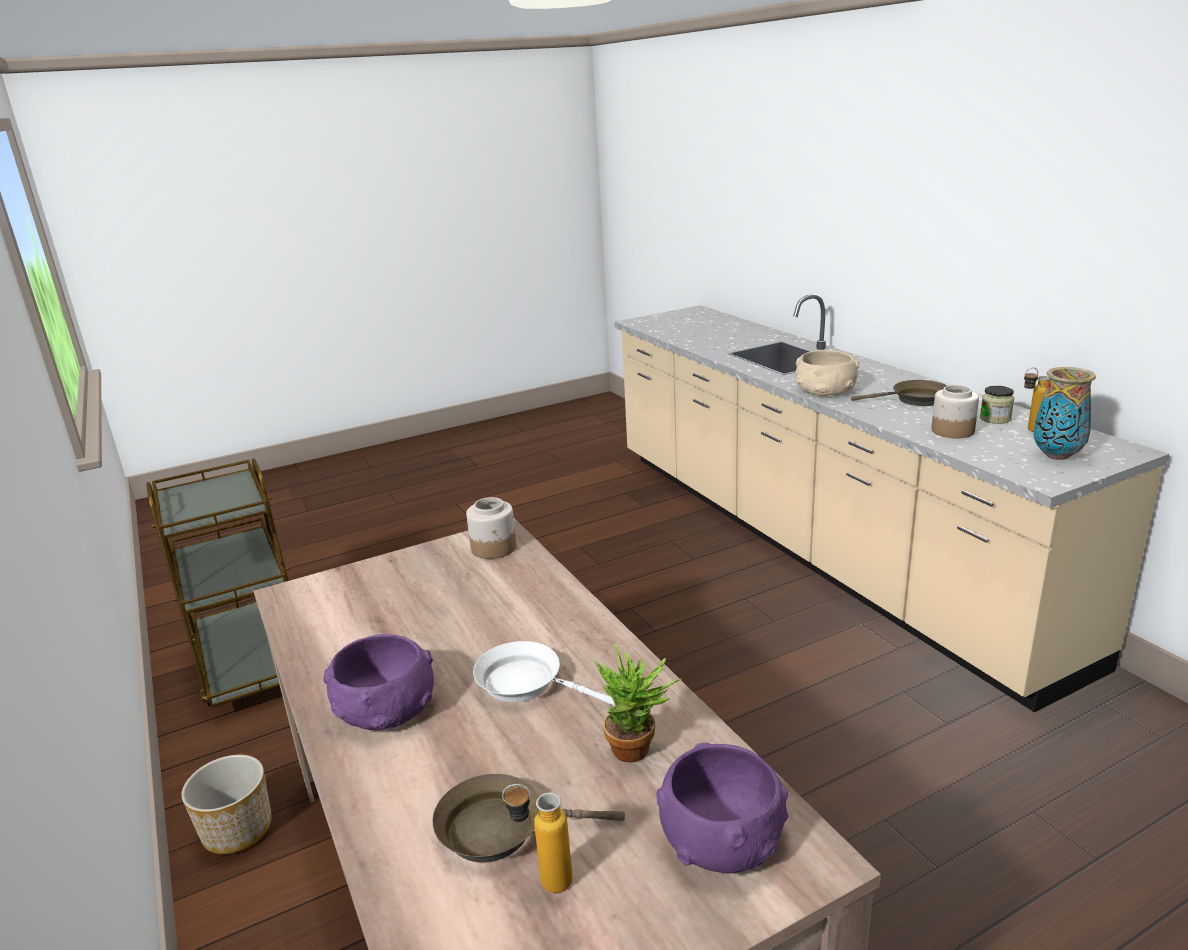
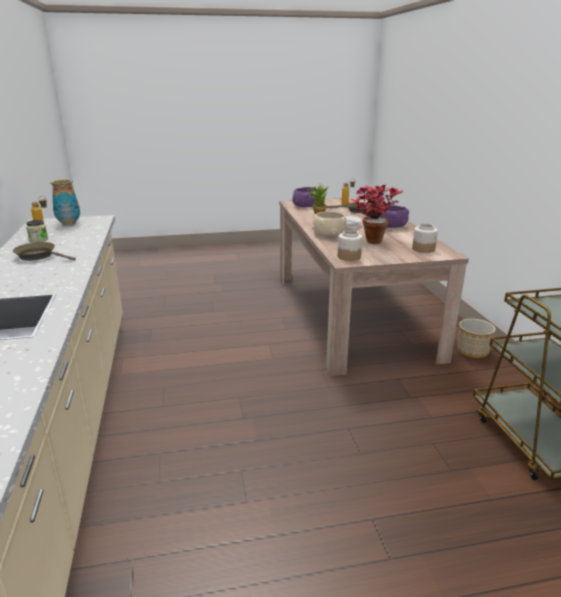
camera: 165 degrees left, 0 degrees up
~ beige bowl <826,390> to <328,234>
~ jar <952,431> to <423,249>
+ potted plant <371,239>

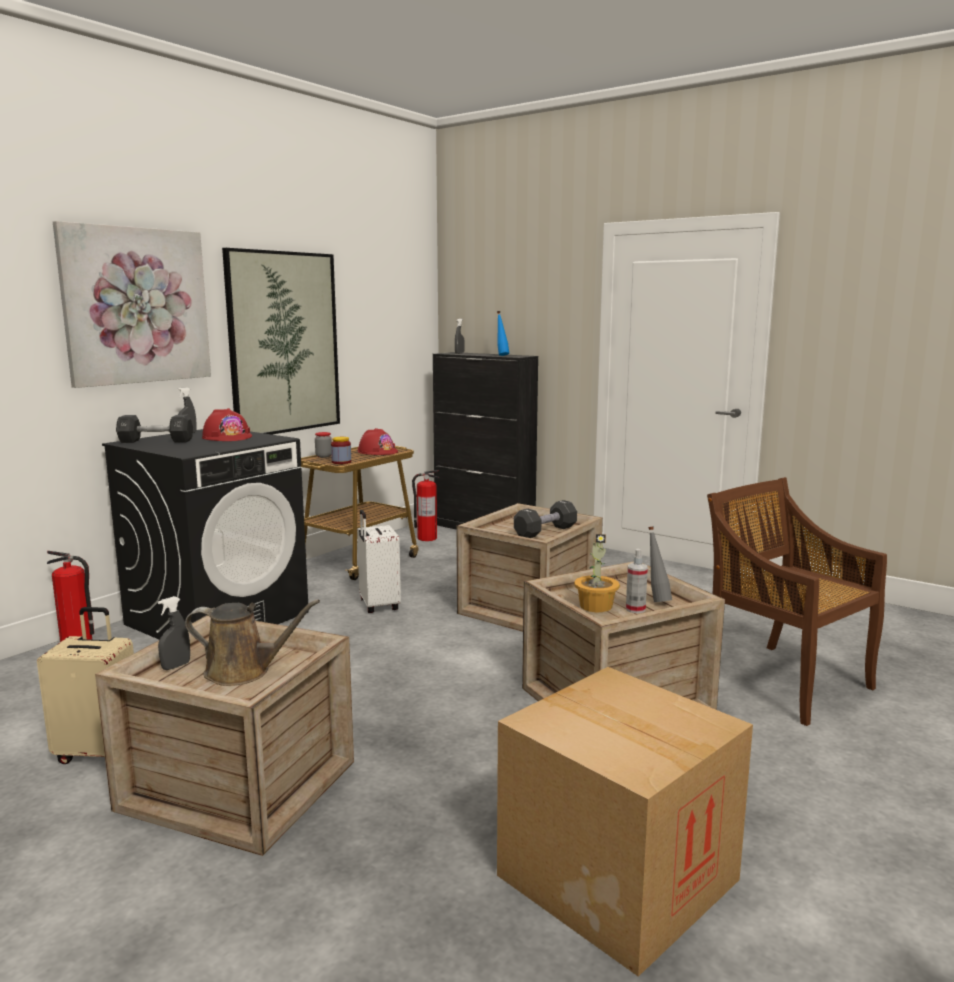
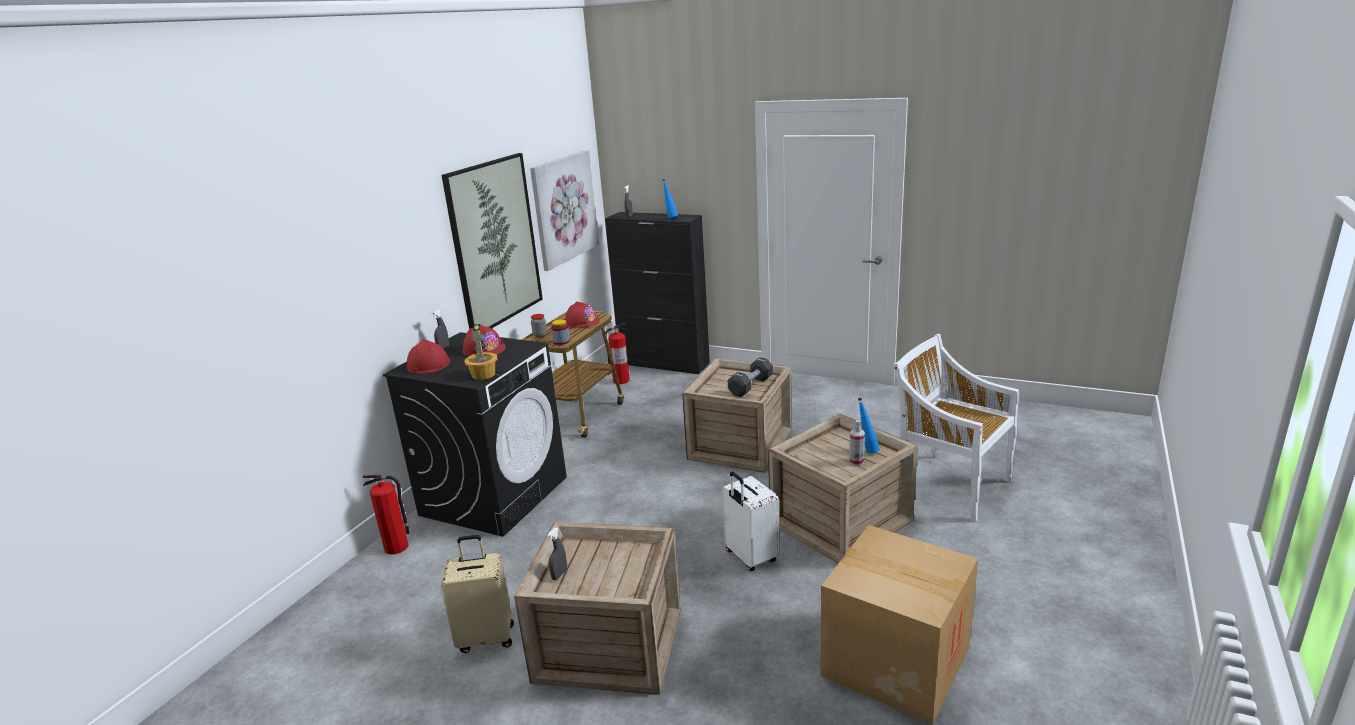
camera: 10 degrees left, 10 degrees up
~ picture <136,306> to <564,209>
~ black dumbbell <156,441> to red hard hat <428,365>
- brown watering can <244,672>
~ white suitcase <378,605> to <750,557>
~ potted plant <596,606> to <483,374>
~ grey bottle <656,600> to blue bottle <867,450>
~ brown chair <782,681> to white chair <949,485>

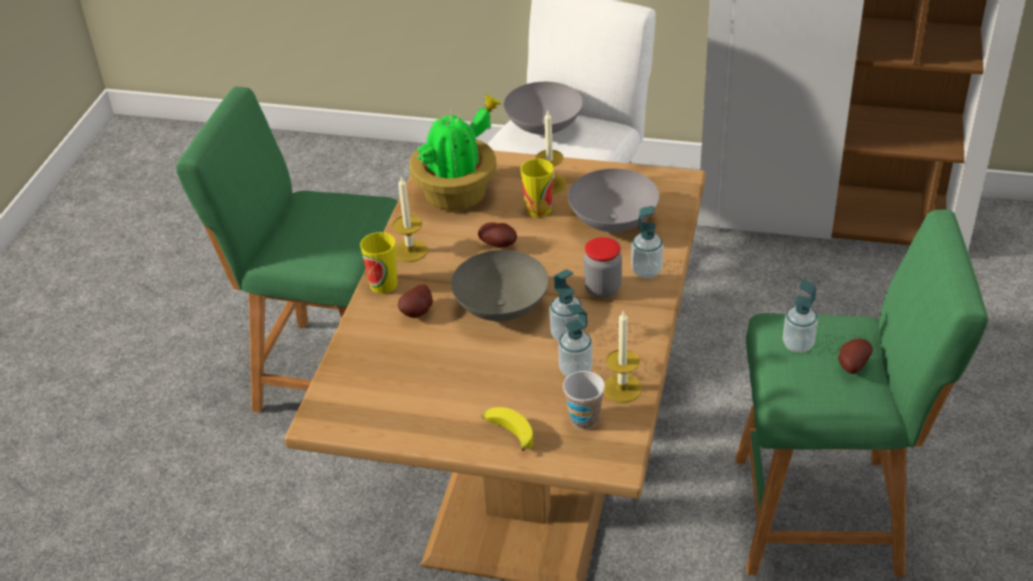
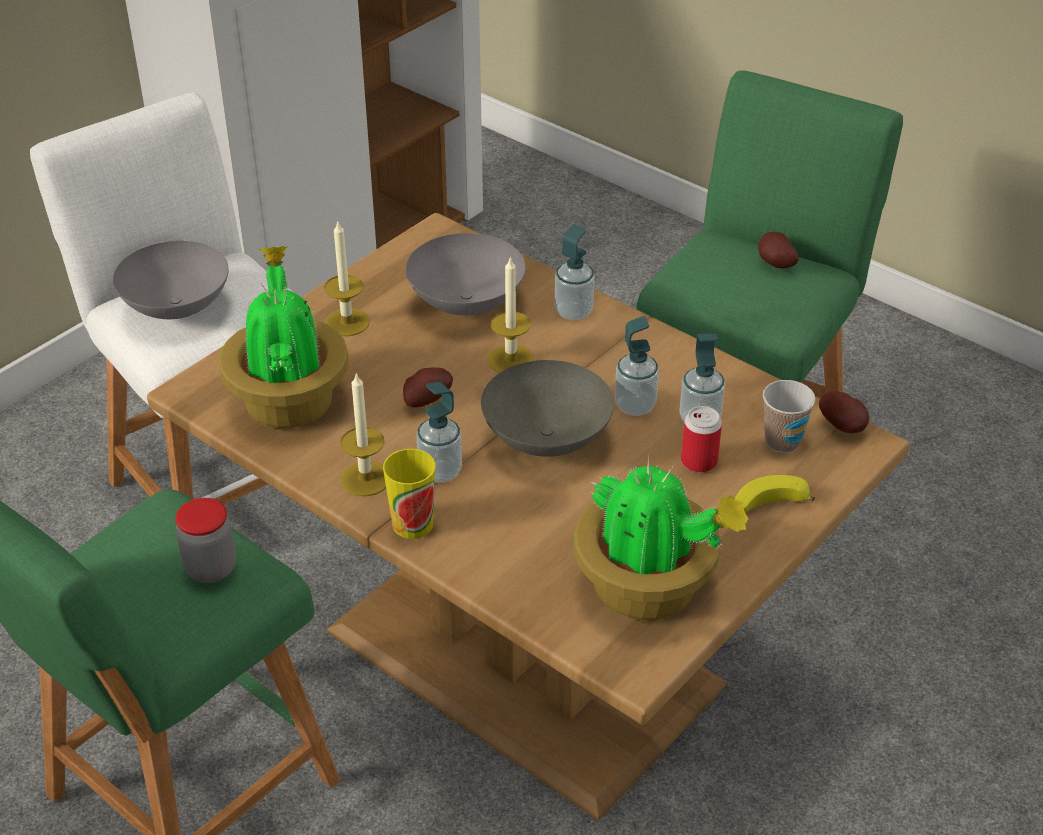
camera: 65 degrees left, 0 degrees up
~ potato <419,313> to <843,427>
- cup <538,209>
~ jar <602,289> to <211,568>
~ candle <622,388> to <510,359>
~ soap dispenser <798,345> to <440,472>
+ potted plant <648,589>
+ can <699,461>

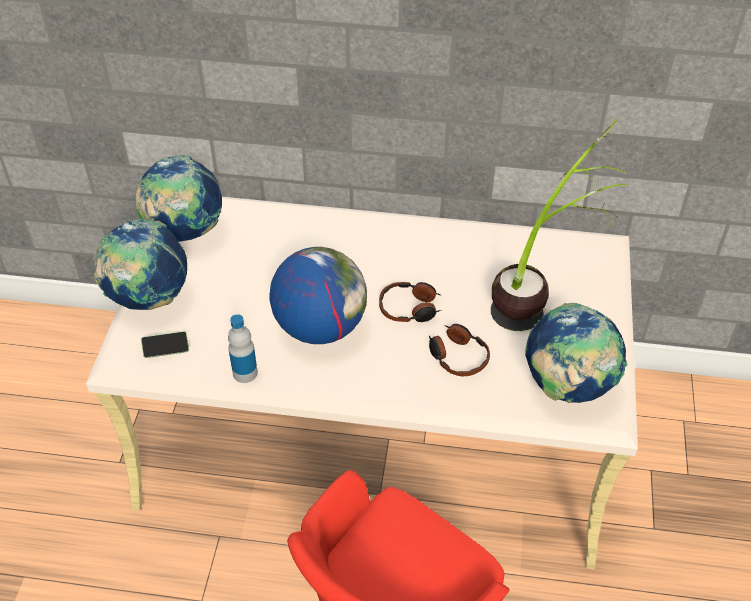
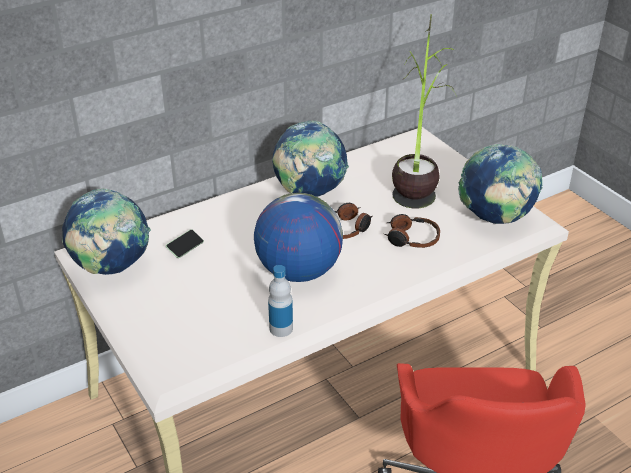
camera: 40 degrees left, 10 degrees down
~ globe <148,298> to <309,193>
~ phone <166,348> to <185,248>

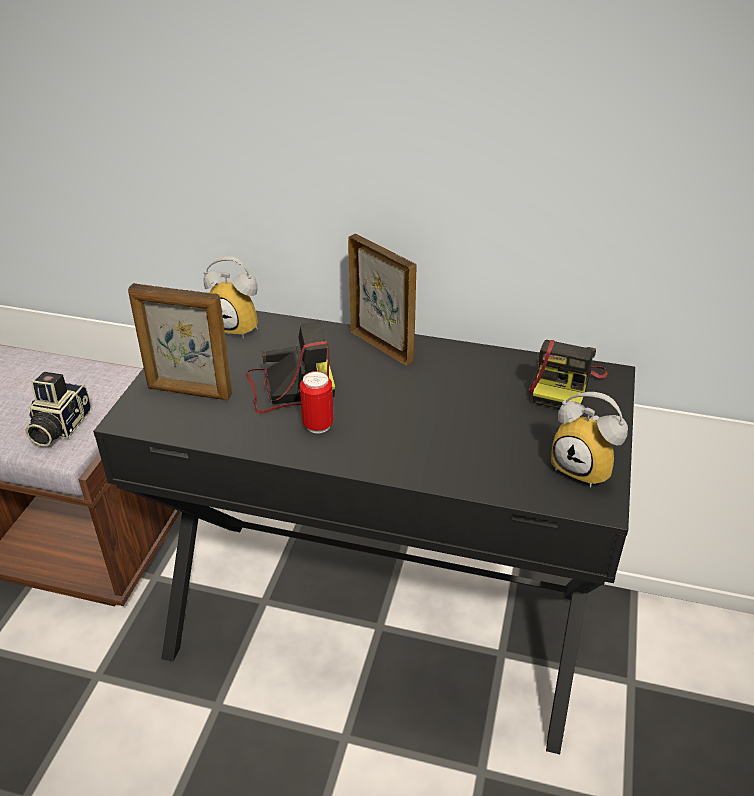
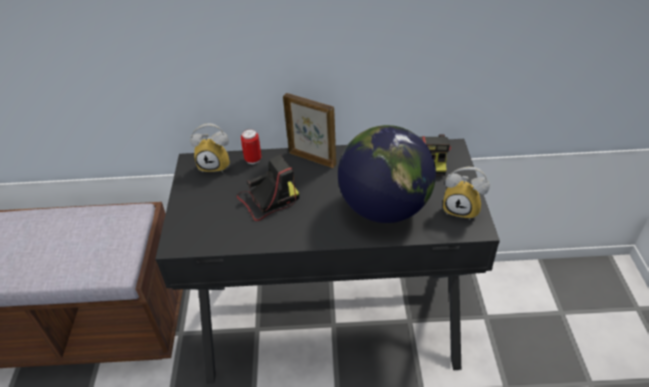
camera: 15 degrees left, 5 degrees up
- photo camera <58,426>
- picture frame <189,392>
~ can <318,425> to <253,159>
+ globe <384,207>

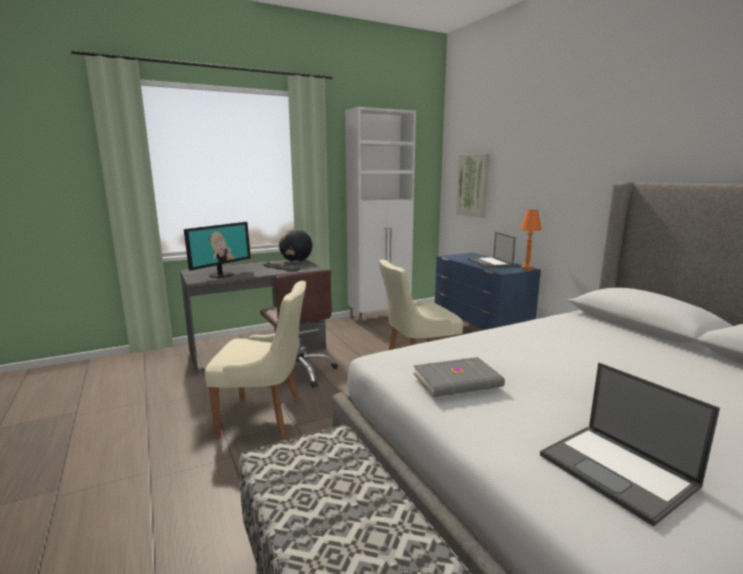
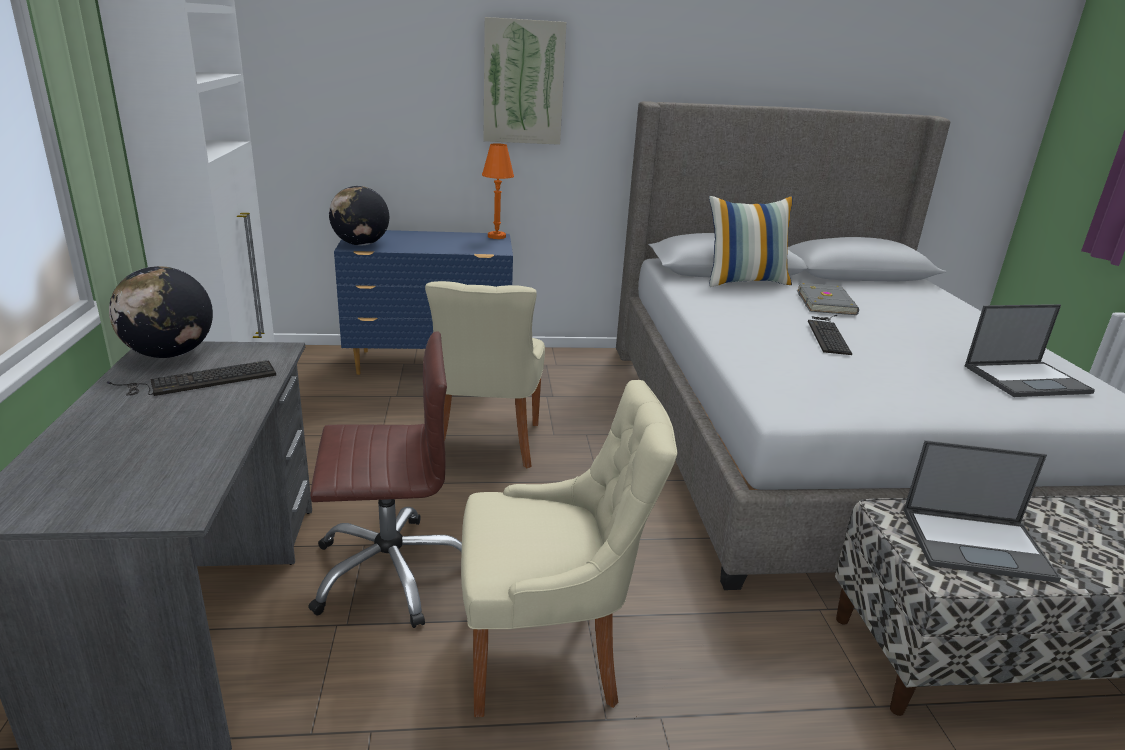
camera: 70 degrees left, 10 degrees up
- monitor <221,275>
~ beige chair <264,417> = <548,652> 60 degrees clockwise
~ grey book <458,381> to <827,302>
~ picture <473,185> to <523,82>
~ laptop <490,263> to <977,544>
+ globe <360,244>
+ pillow <745,281>
+ keyboard <828,334>

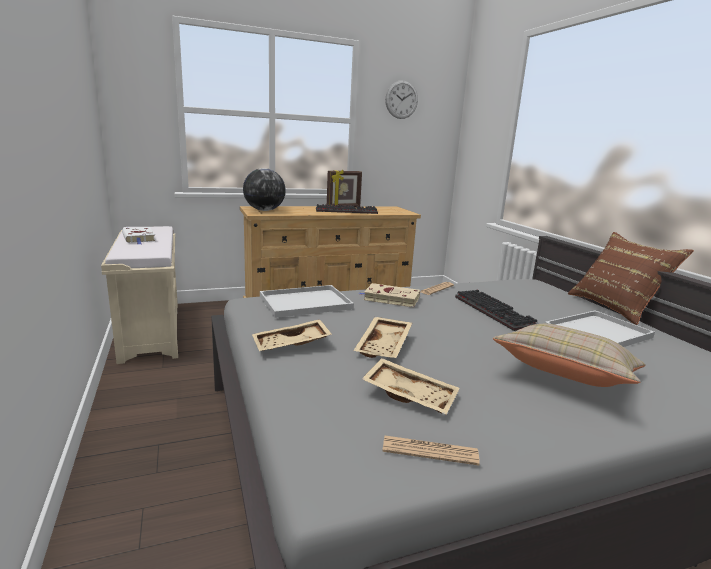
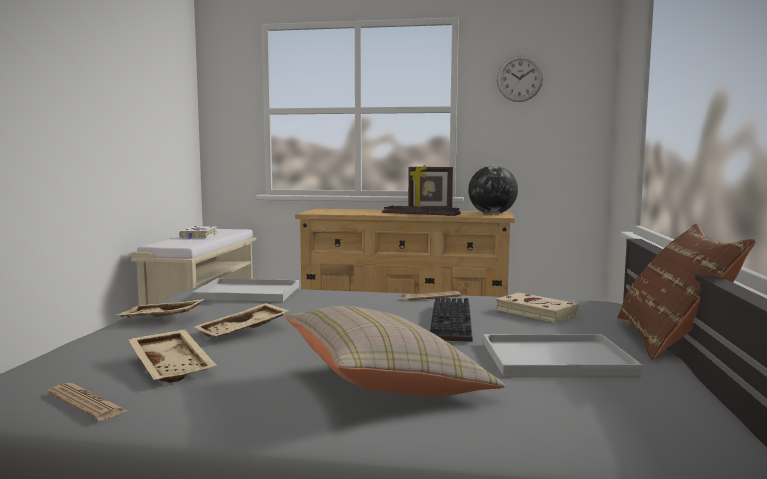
camera: 30 degrees right, 10 degrees down
~ globe <264,210> to <492,214>
~ beige book <390,299> to <533,312>

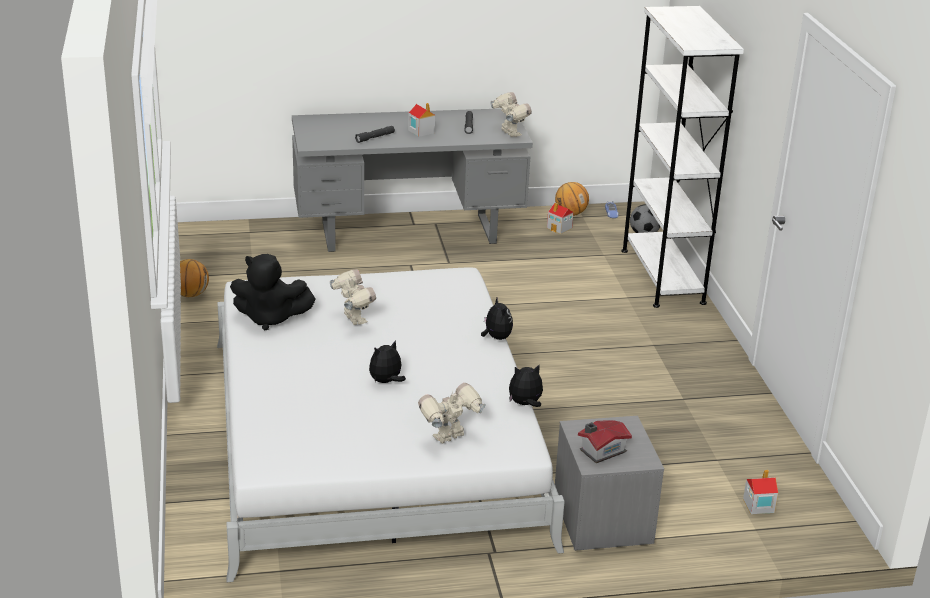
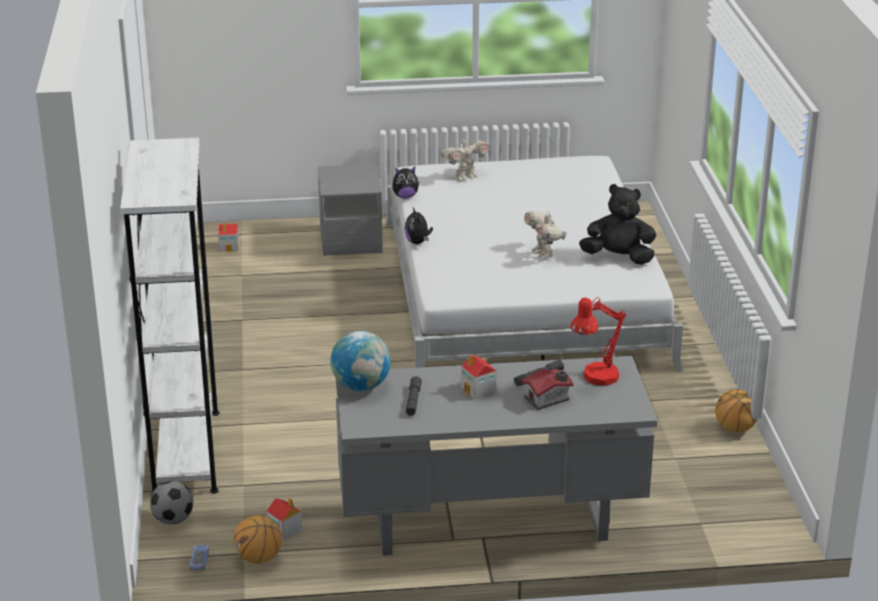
camera: 175 degrees left, 0 degrees up
- plush toy <386,382>
~ toy robot <509,133> to globe <361,386>
~ toy house <601,451> to <548,399>
+ red table lamp <595,378>

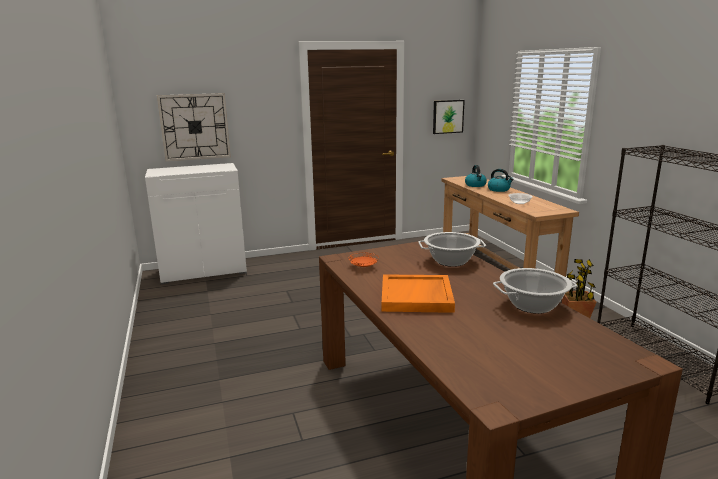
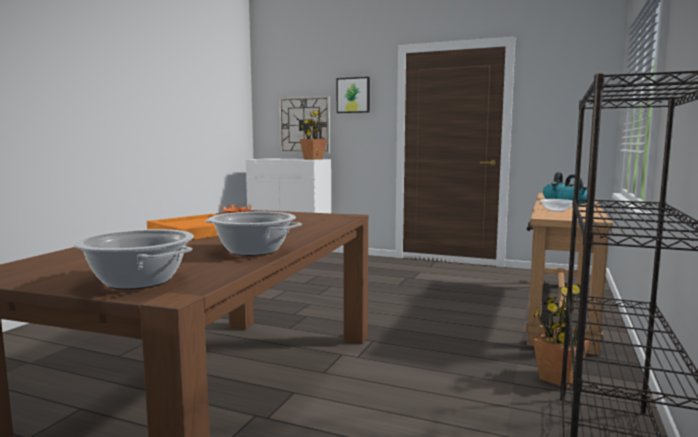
camera: 40 degrees right, 10 degrees down
~ cooking pot <451,261> to <139,281>
~ picture <447,116> to <353,95>
+ potted plant <313,159>

